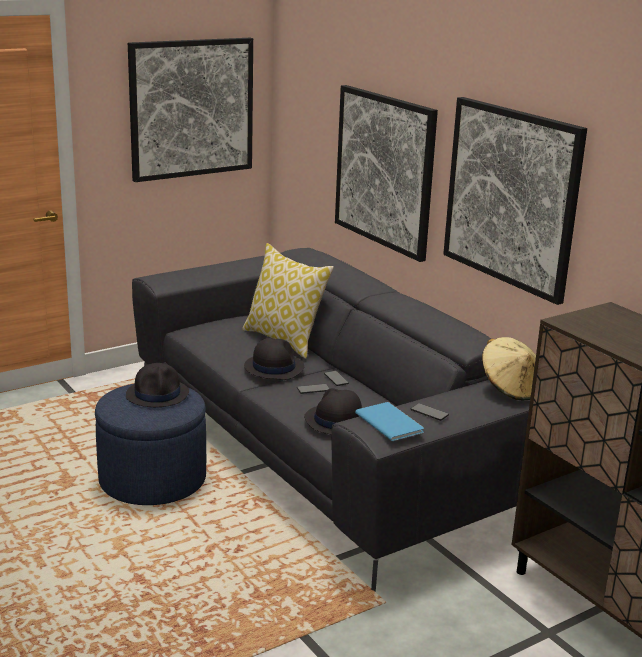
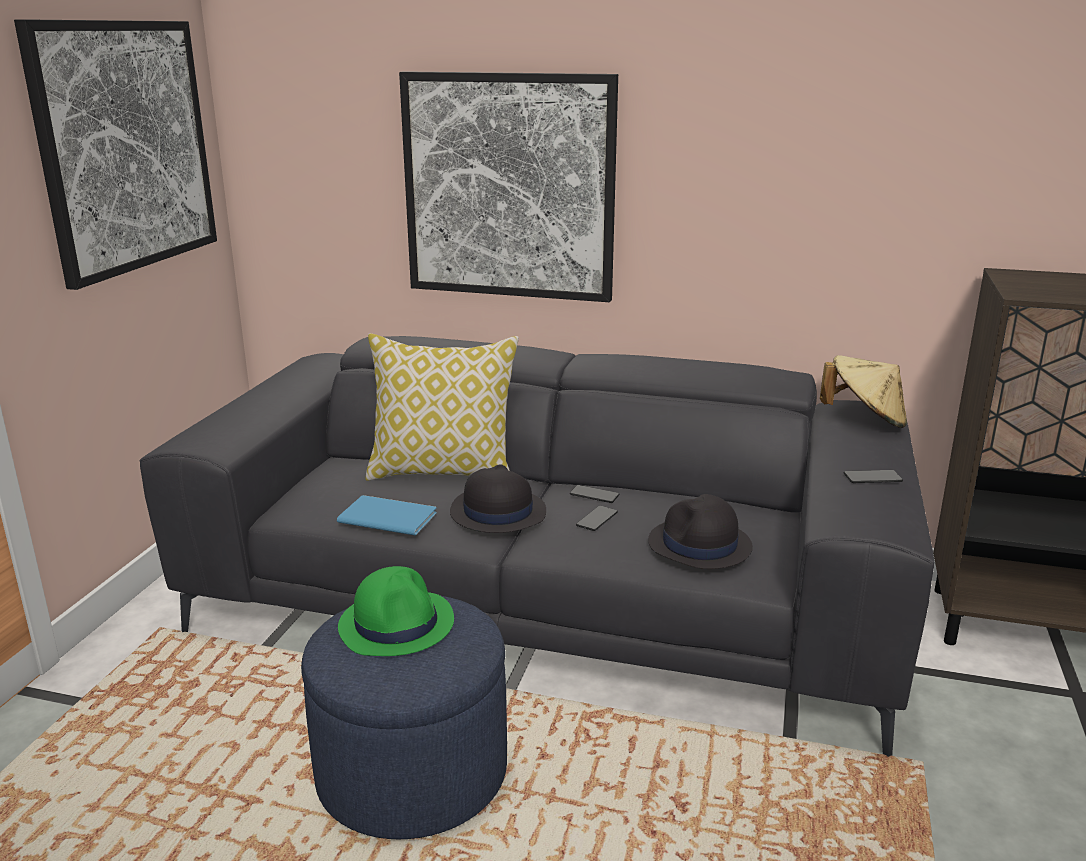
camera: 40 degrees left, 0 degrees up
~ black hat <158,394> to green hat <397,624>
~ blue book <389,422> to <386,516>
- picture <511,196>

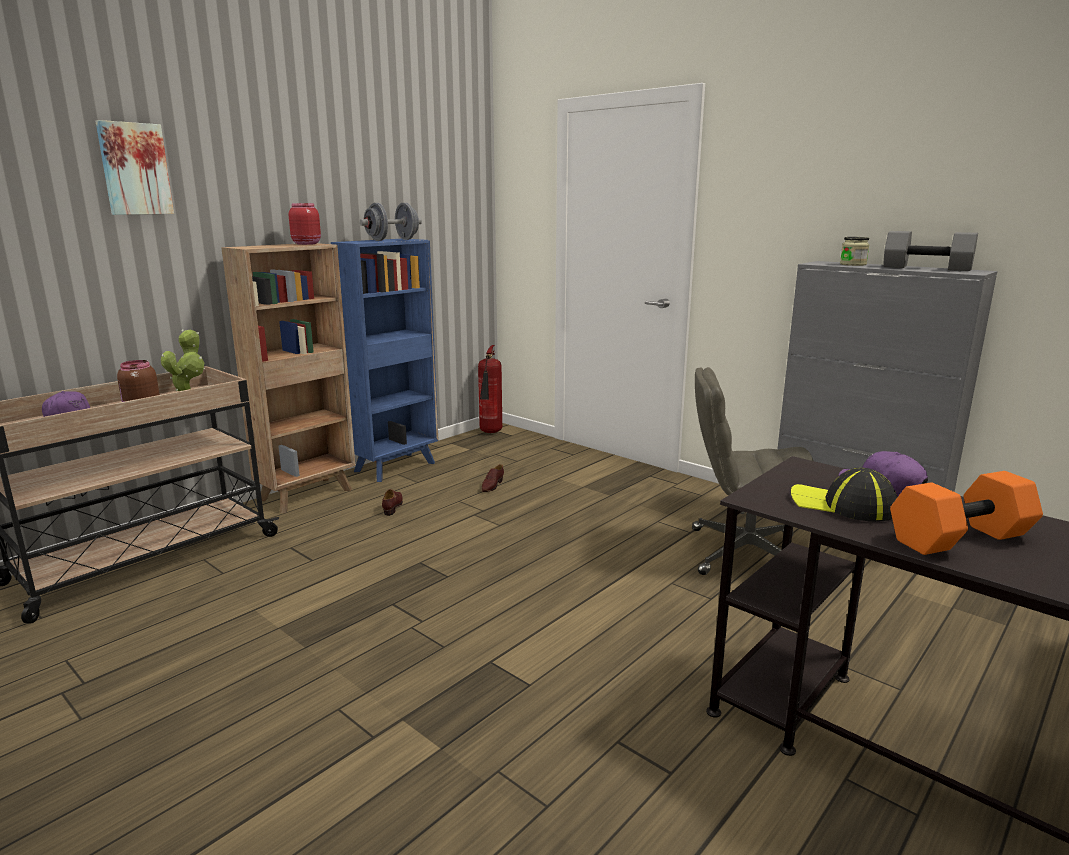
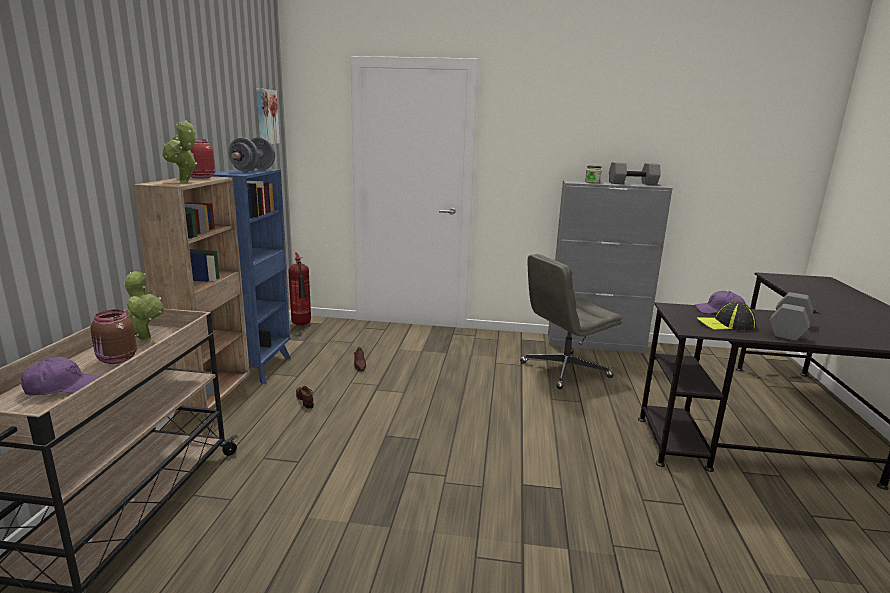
camera: 35 degrees left, 0 degrees up
~ picture <134,169> to <266,117>
~ orange dumbbell <961,539> to grey dumbbell <789,329>
+ potted plant <185,182>

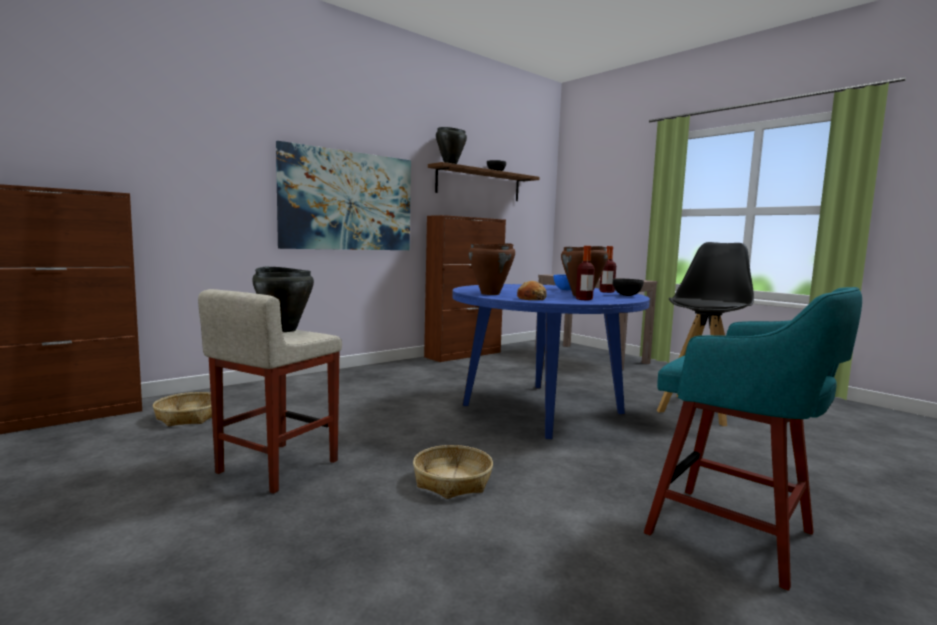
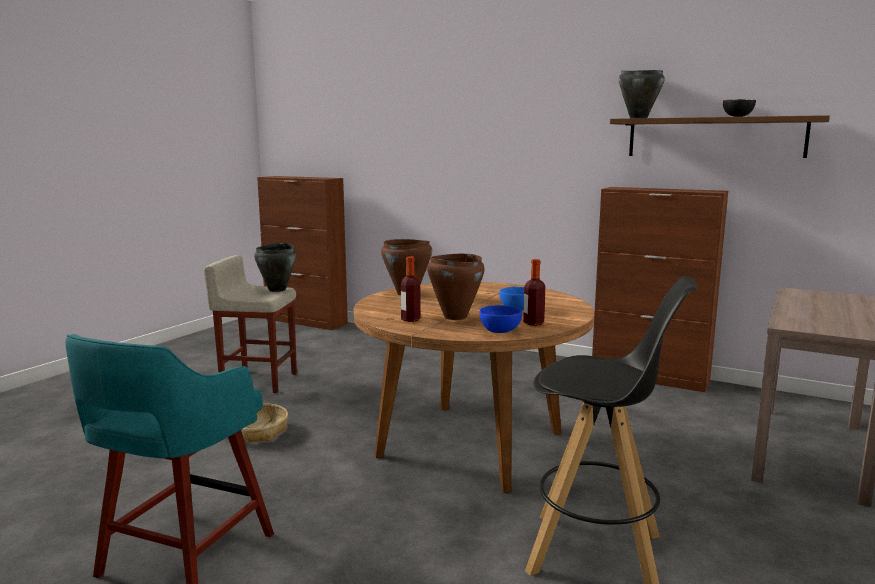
camera: 70 degrees right, 5 degrees up
- basket <189,417>
- picture <348,201>
~ blue dining table <542,409> to brown dining table <471,444>
- bread <531,299>
~ black bowl <626,295> to blue bowl <499,331>

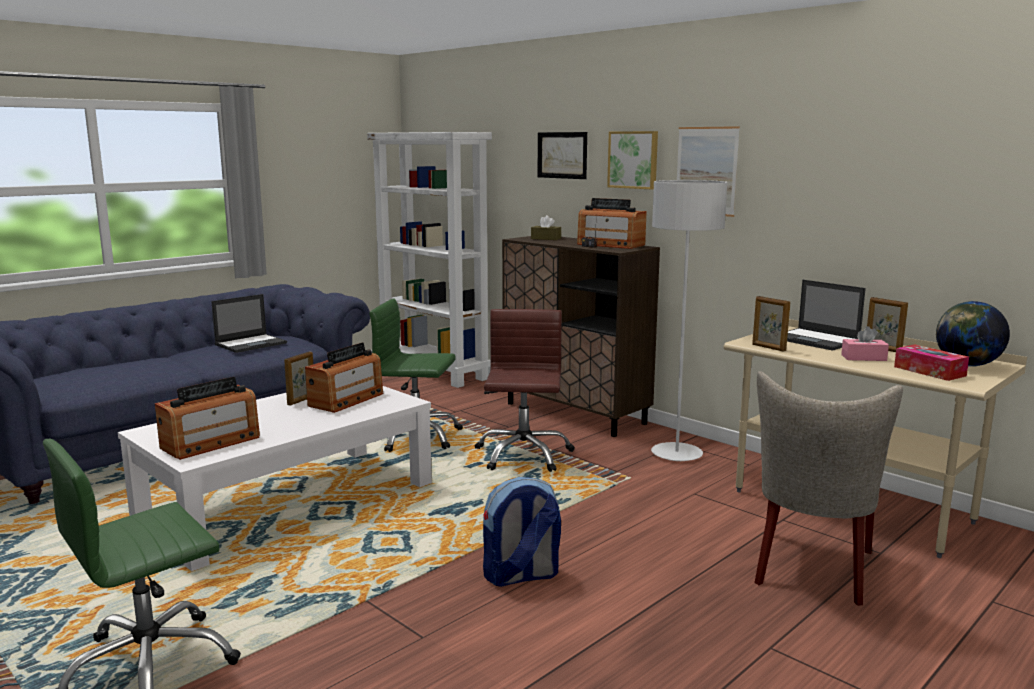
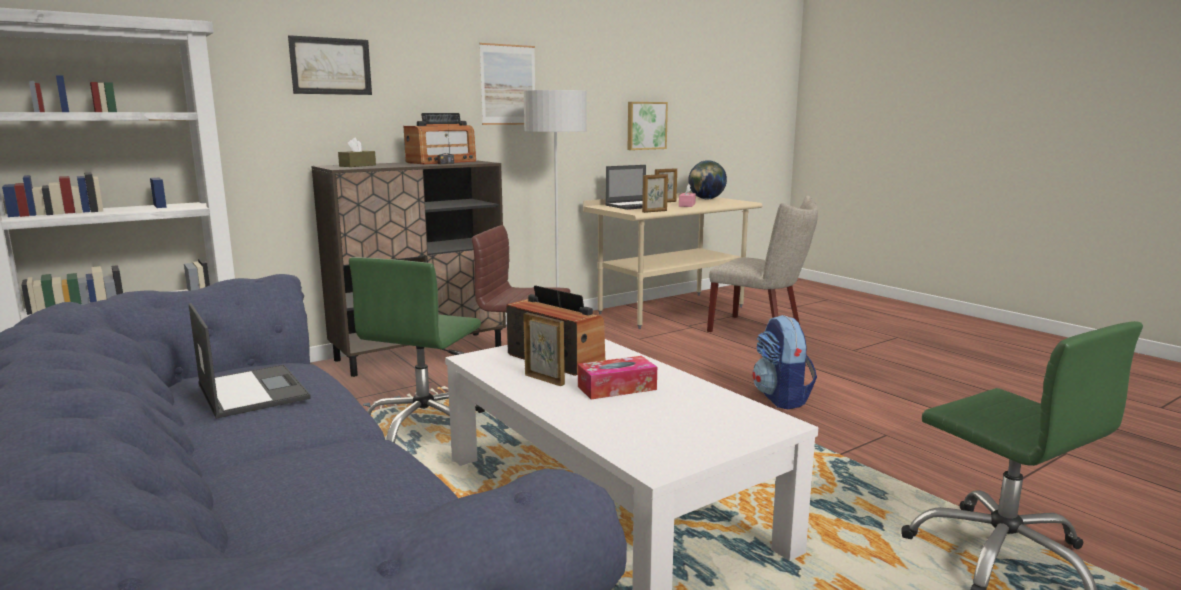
camera: 80 degrees left, 0 degrees up
- radio <211,443>
~ picture <634,160> to <645,125>
~ tissue box <929,371> to <617,388>

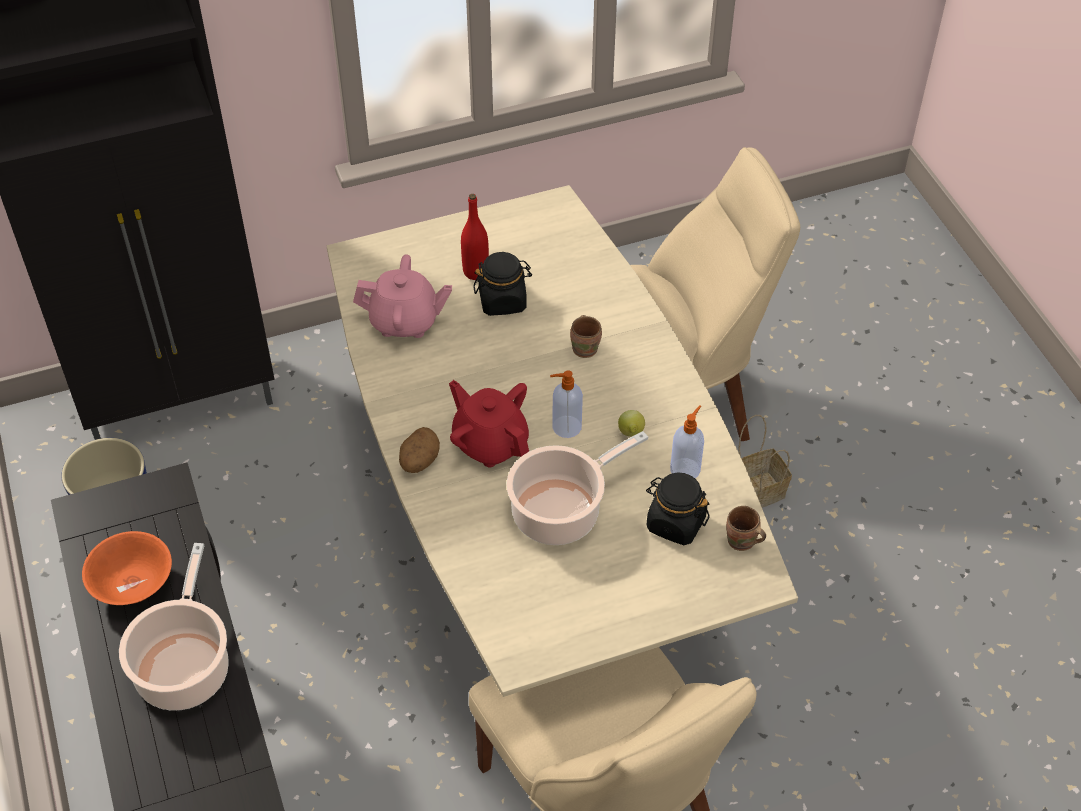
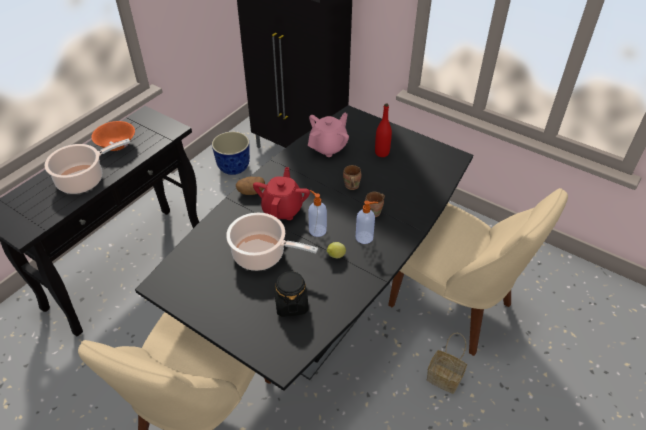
camera: 55 degrees right, 5 degrees down
~ beige dining table <540,560> to black dining table <322,310>
~ pink teapot <405,321> = <328,147> 105 degrees counterclockwise
- black jar <503,301>
~ soap dispenser <685,469> to <365,237>
~ brown mug <741,543> to <351,186>

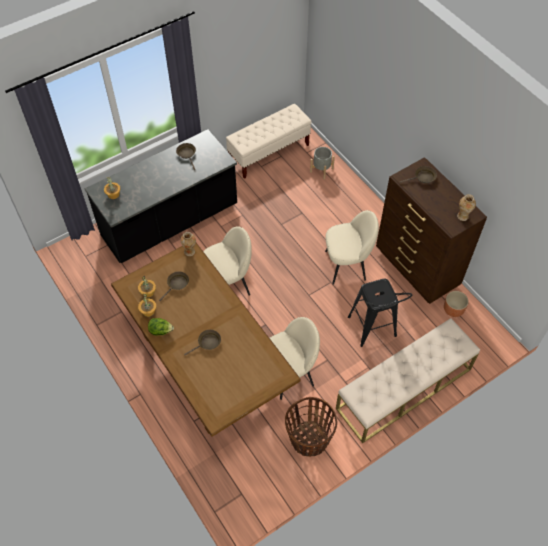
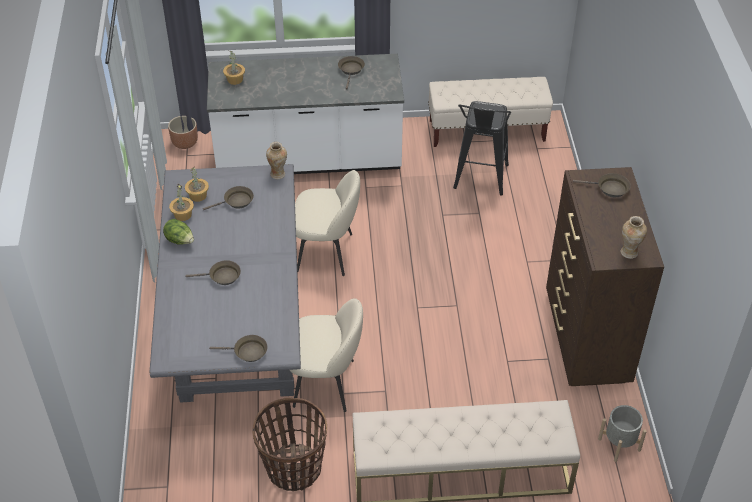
camera: 30 degrees right, 10 degrees down
~ black counter <170,222> to white counter <309,159>
~ brown dining table <208,364> to grey dining table <237,327>
~ grey planter <321,170> to <619,444>
- beige chair <347,265>
~ black stool <373,331> to <479,181>
~ brown planter <453,310> to <185,143>
+ brown frying pan <247,352>

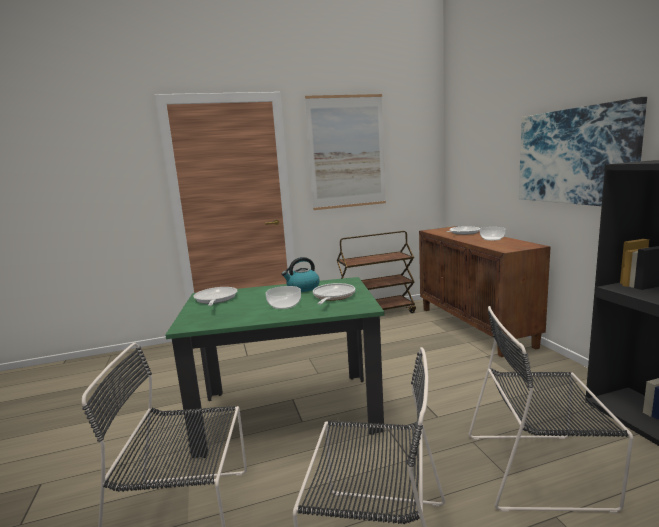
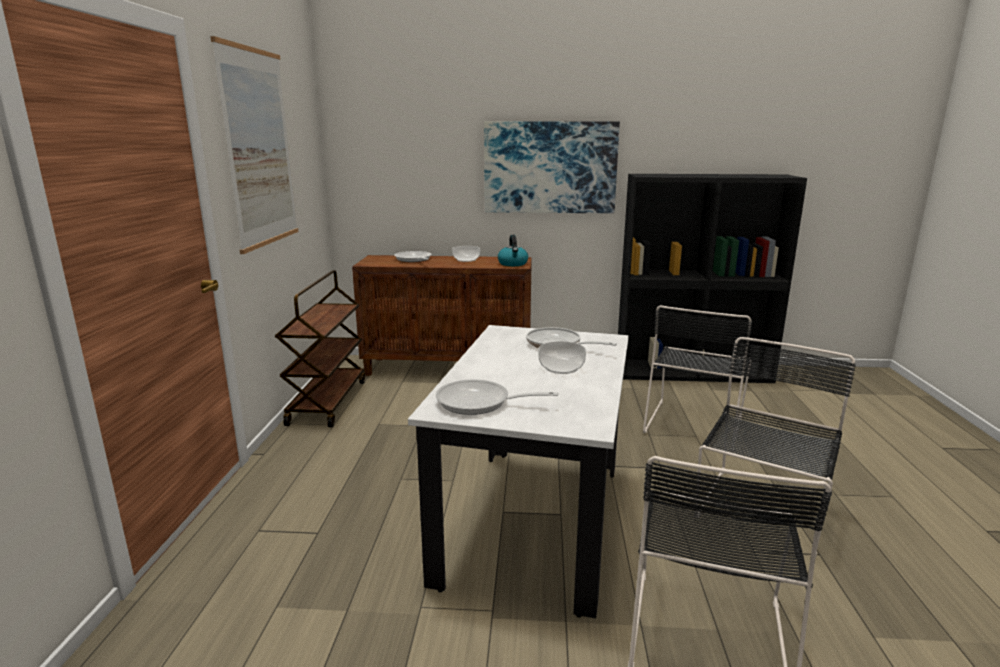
camera: 70 degrees left, 5 degrees up
~ green dining table <288,412> to white dining table <533,520>
~ kettle <302,288> to <513,264>

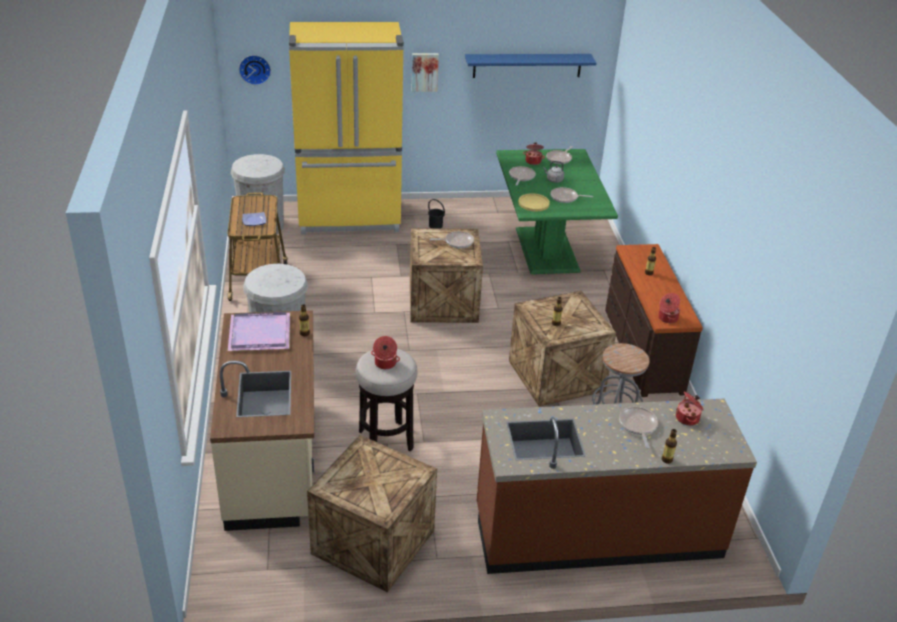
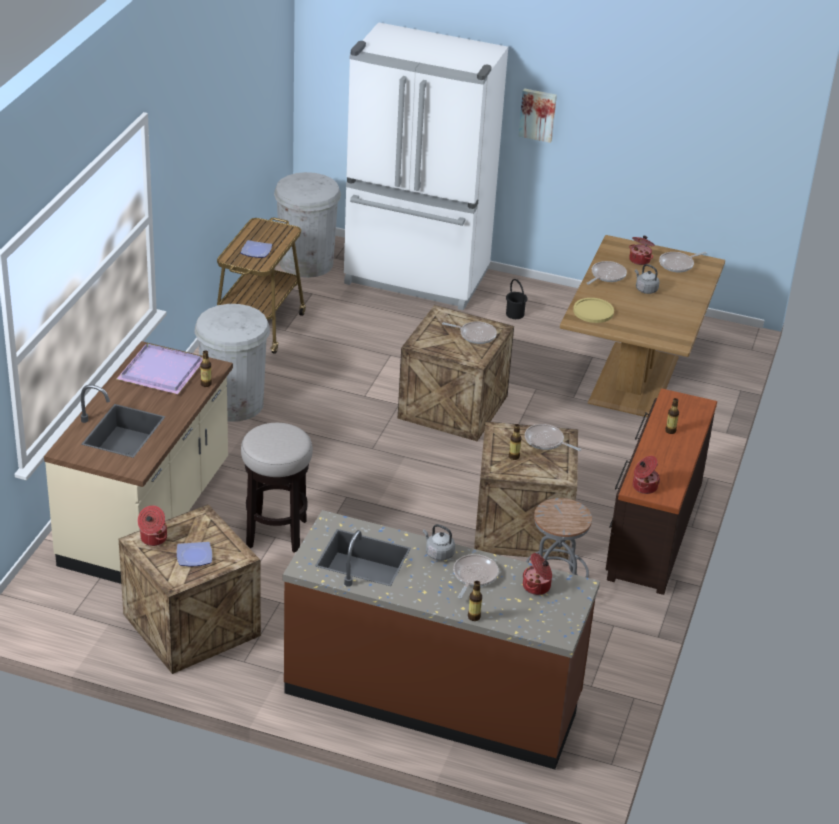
camera: 25 degrees right, 0 degrees up
- wall clock <255,69>
~ yellow fridge <350,218> to white fridge <416,278>
~ cooking pot <385,363> to <153,538>
- blue shelf <527,65>
~ green dining table <546,250> to brown dining table <632,380>
~ frying pan <565,198> to <546,441>
+ plate <195,557>
+ grey kettle <438,553>

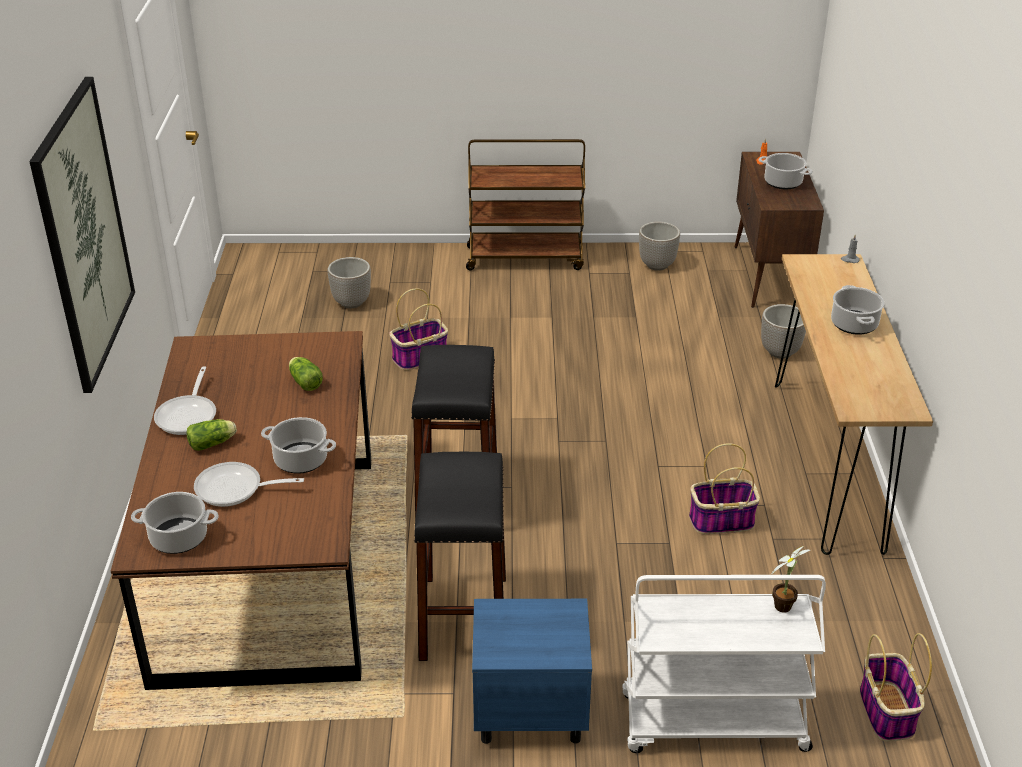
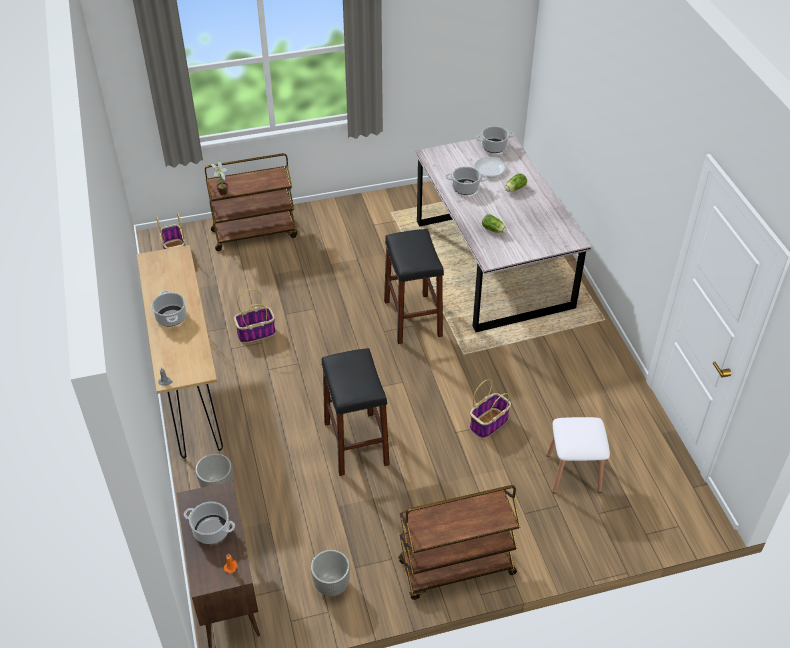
camera: 165 degrees right, 10 degrees up
- picture <84,234>
~ brown dining table <271,564> to grey dining table <491,263>
- frying pan <188,415>
~ planter <352,302> to white stool <573,472>
~ black stool <463,617> to <356,443>
- blue nightstand <528,712>
~ white cart <712,724> to brown cart <255,233>

